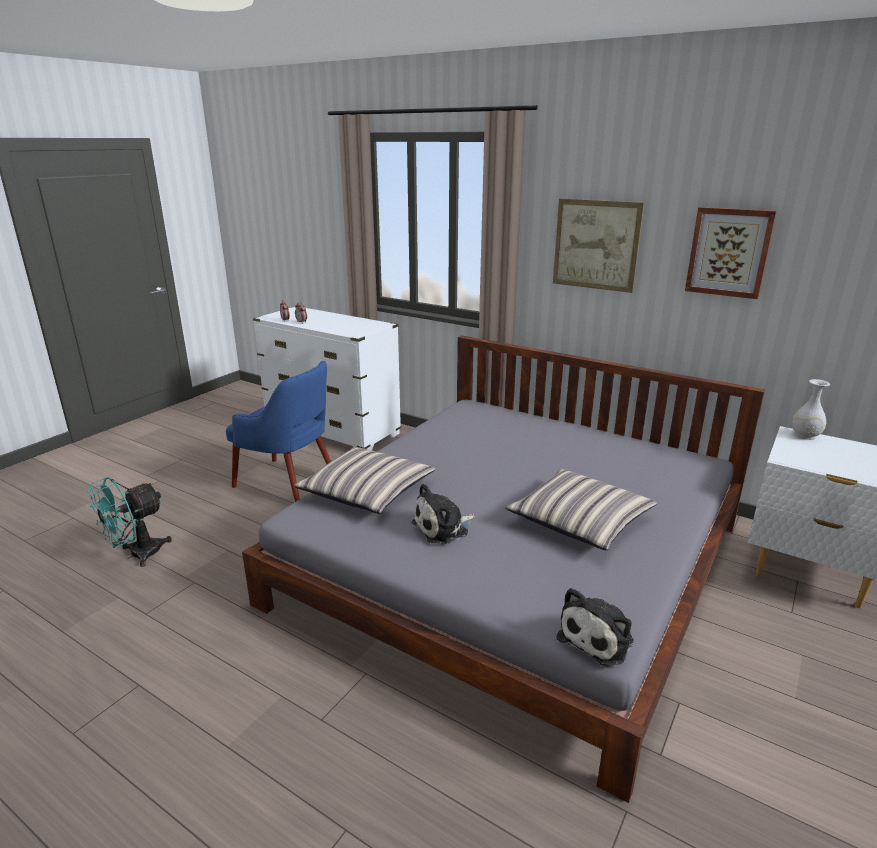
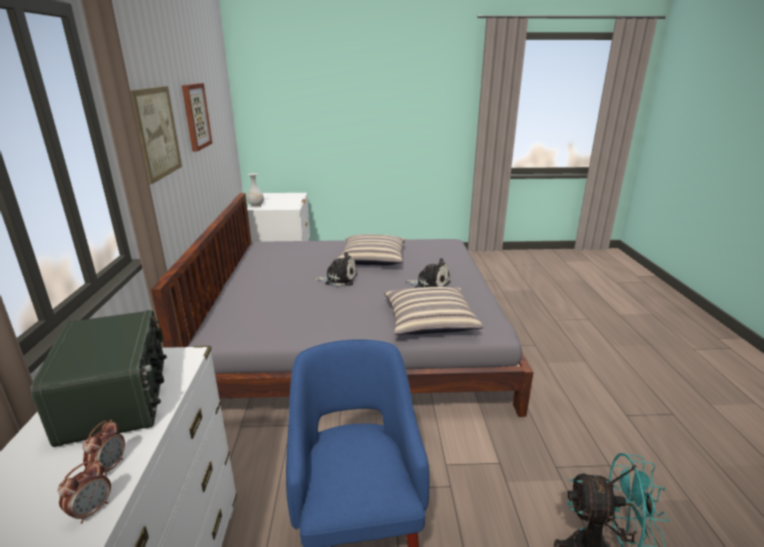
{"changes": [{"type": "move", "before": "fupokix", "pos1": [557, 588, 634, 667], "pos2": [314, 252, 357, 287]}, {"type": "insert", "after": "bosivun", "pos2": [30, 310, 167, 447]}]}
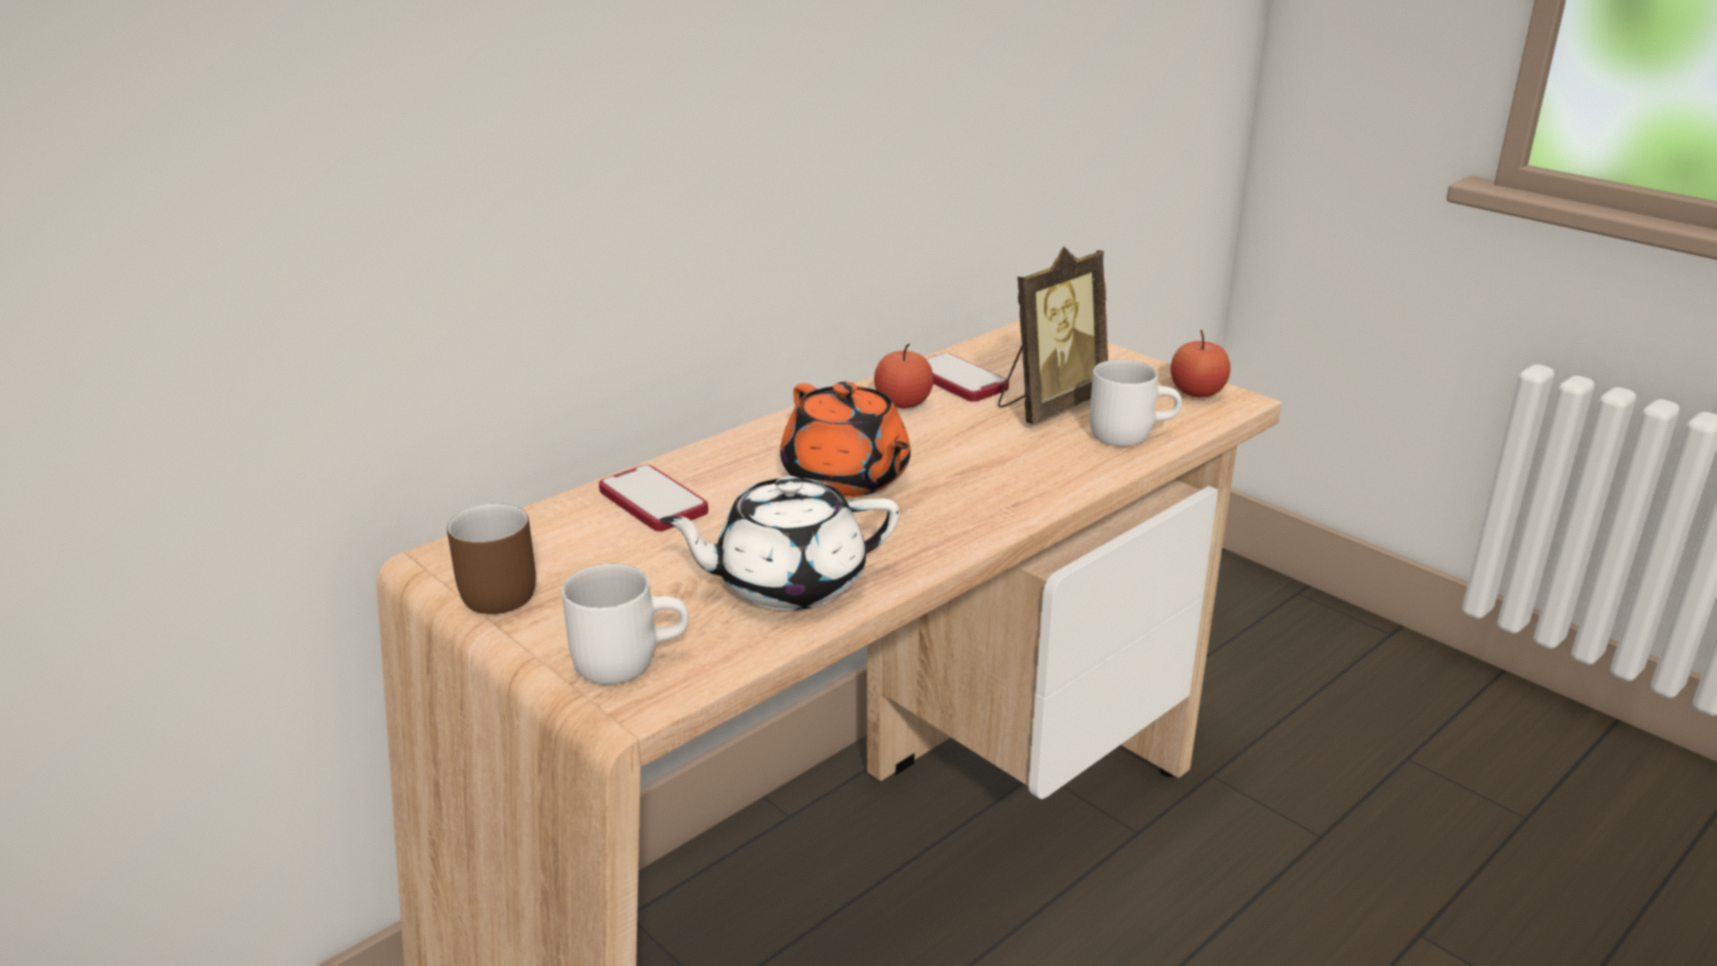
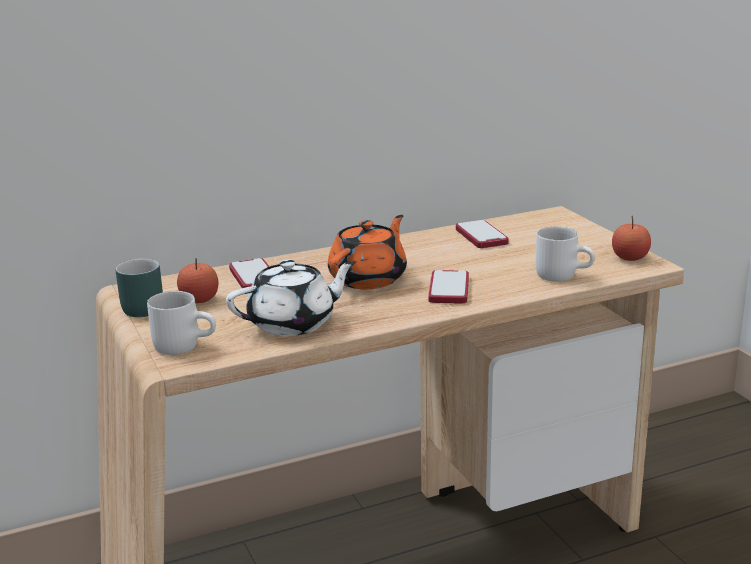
{"changes": [{"type": "recolor", "before": "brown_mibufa", "after": "turquoise_mibufa", "pos1": [447, 503, 536, 614], "pos2": [115, 259, 163, 317]}, {"type": "rotate", "before": "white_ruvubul", "pos1": [659, 476, 900, 610], "pos2": [226, 260, 356, 336], "turn": 150}, {"type": "rotate", "before": "orange_ruvubul", "pos1": [780, 381, 911, 497], "pos2": [328, 215, 407, 289], "turn": -135}, {"type": "move", "before": "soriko", "pos1": [874, 344, 934, 408], "pos2": [177, 258, 218, 303]}, {"type": "delete", "before": "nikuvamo", "pos1": [998, 247, 1108, 424]}, {"type": "insert", "after": "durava", "pos2": [428, 270, 469, 303]}]}
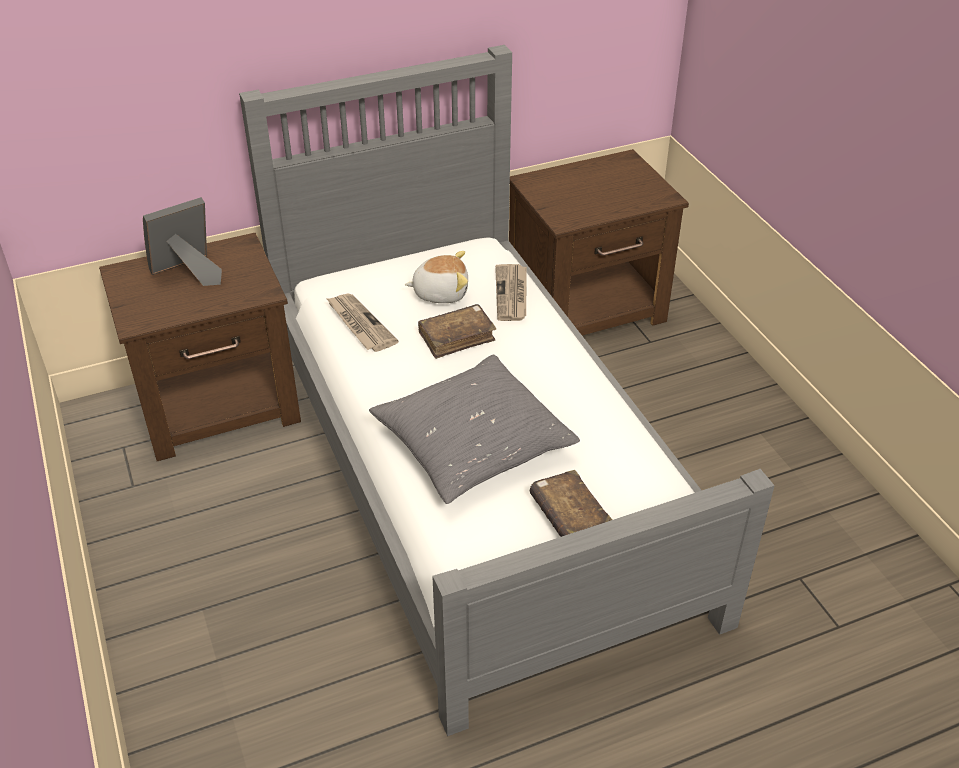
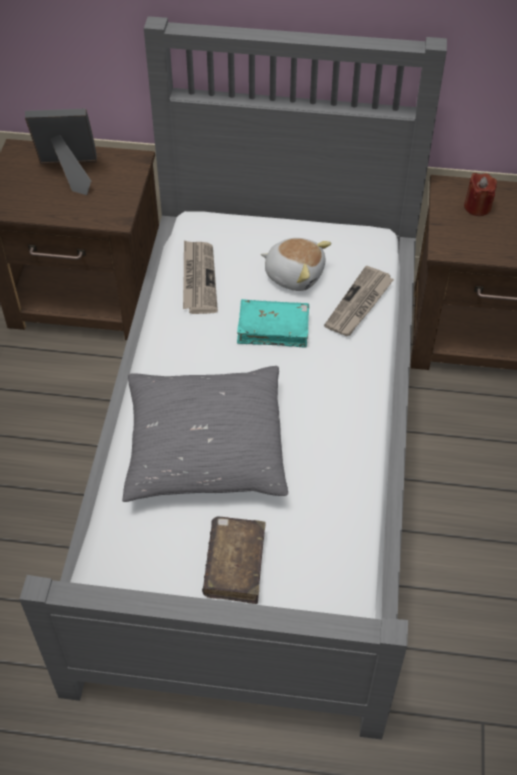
{"changes": [{"type": "recolor", "before": "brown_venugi", "after": "turquoise_venugi", "pos1": [418, 304, 496, 359], "pos2": [237, 299, 309, 348]}, {"type": "insert", "after": "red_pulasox", "pos2": [464, 173, 497, 216]}]}
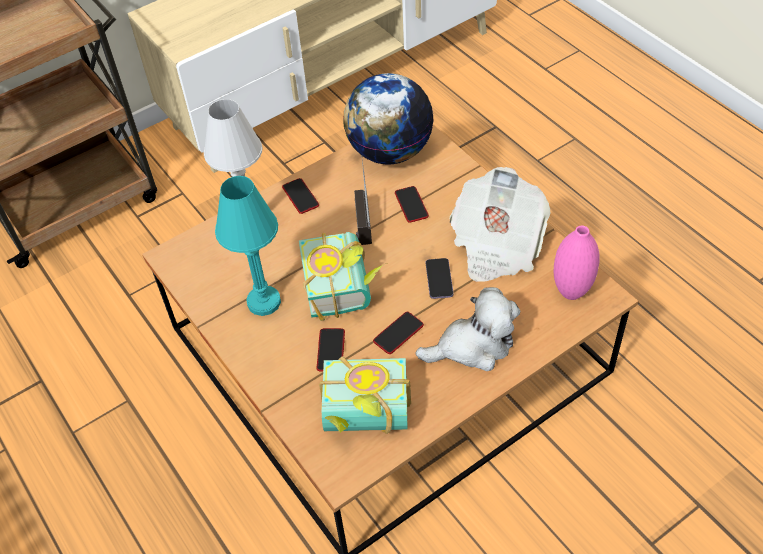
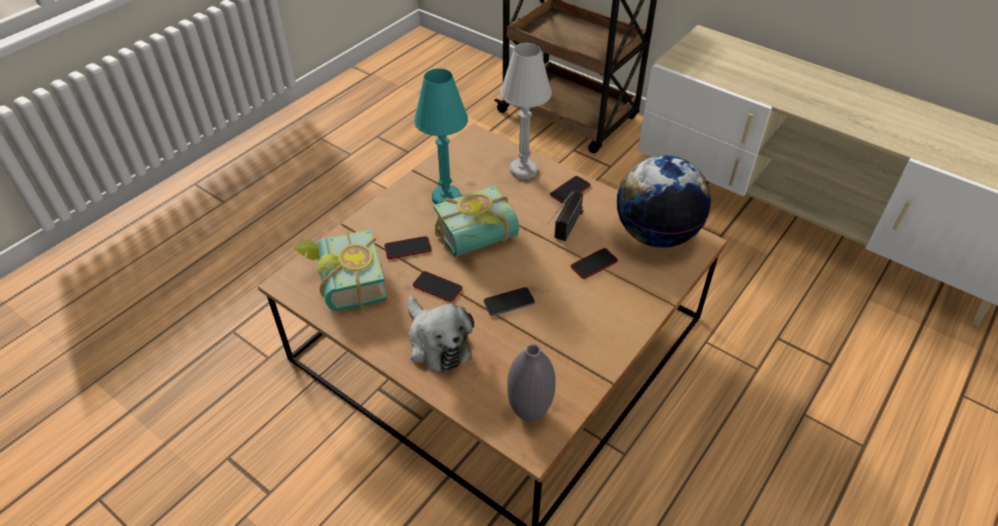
{"changes": [{"type": "rotate", "before": "bosivun", "pos1": [354, 155, 372, 245], "pos2": [548, 191, 583, 241], "turn": 135}, {"type": "delete", "before": "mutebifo", "pos1": [450, 167, 551, 282]}, {"type": "recolor", "before": "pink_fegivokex", "after": "grey_fegivokex", "pos1": [554, 226, 600, 300], "pos2": [507, 344, 556, 422]}]}
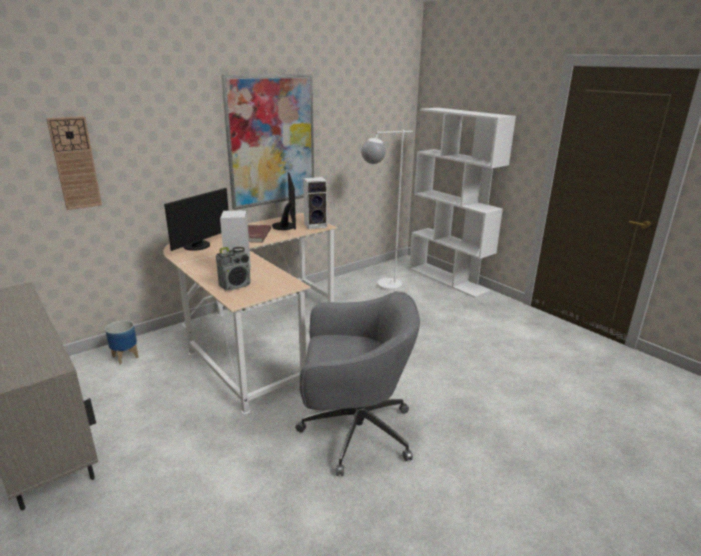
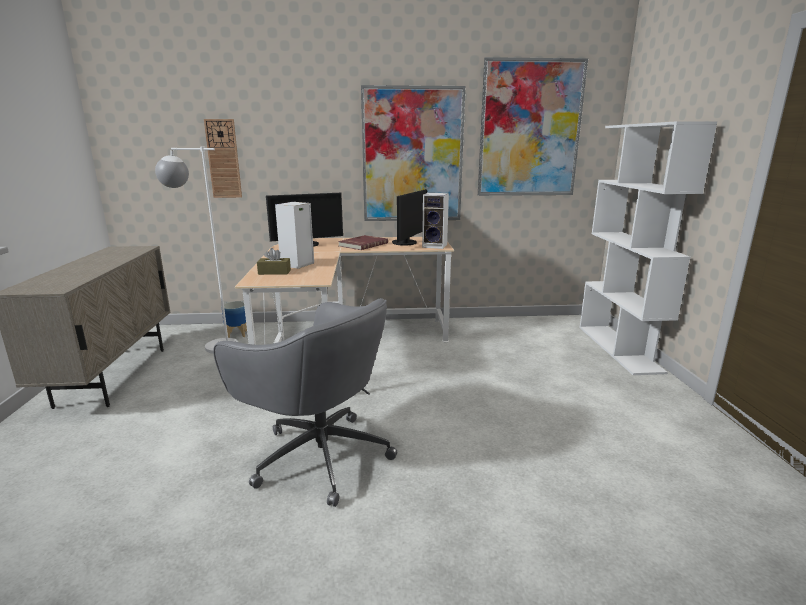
{"changes": [{"type": "replace", "before": "bosivun", "after": "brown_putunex", "pos1": [216, 247, 251, 290], "pos2": [257, 248, 291, 275]}, {"type": "move", "before": "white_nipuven", "pos1": [361, 130, 413, 291], "pos2": [155, 147, 238, 354]}, {"type": "insert", "after": "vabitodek", "pos2": [478, 57, 588, 196]}]}
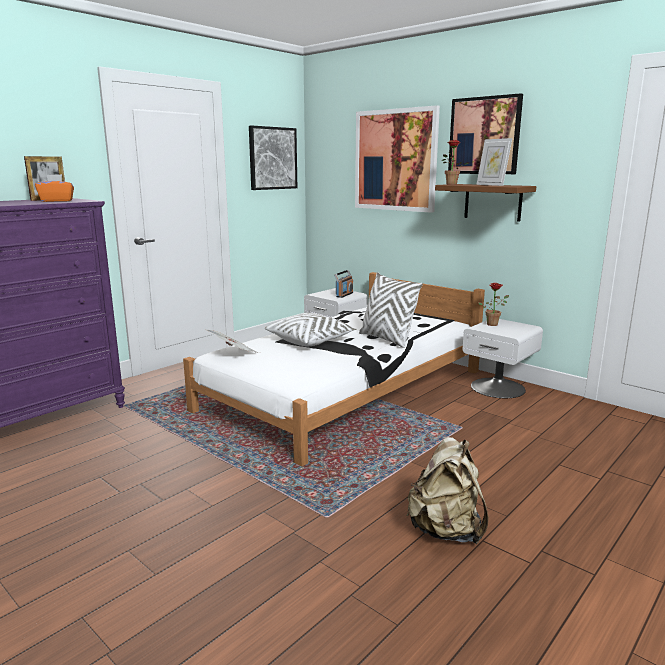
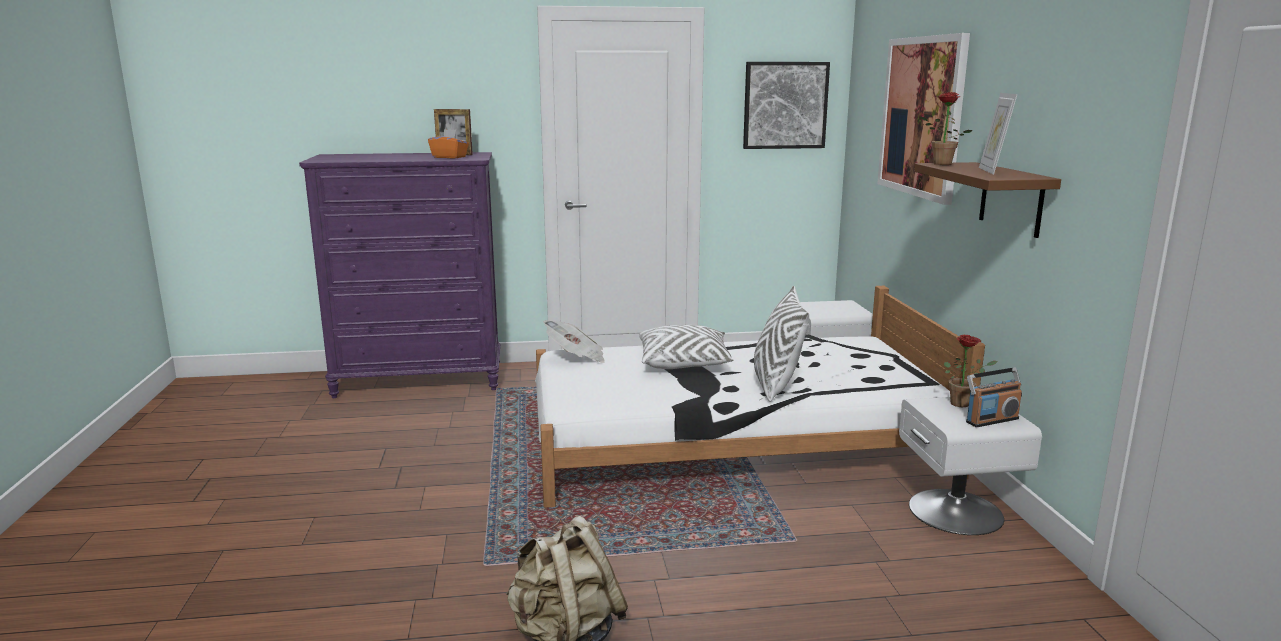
{"changes": [{"type": "move", "before": "bosivun", "pos1": [334, 270, 353, 298], "pos2": [966, 368, 1022, 427]}, {"type": "delete", "before": "vabitodek", "pos1": [448, 93, 523, 174]}]}
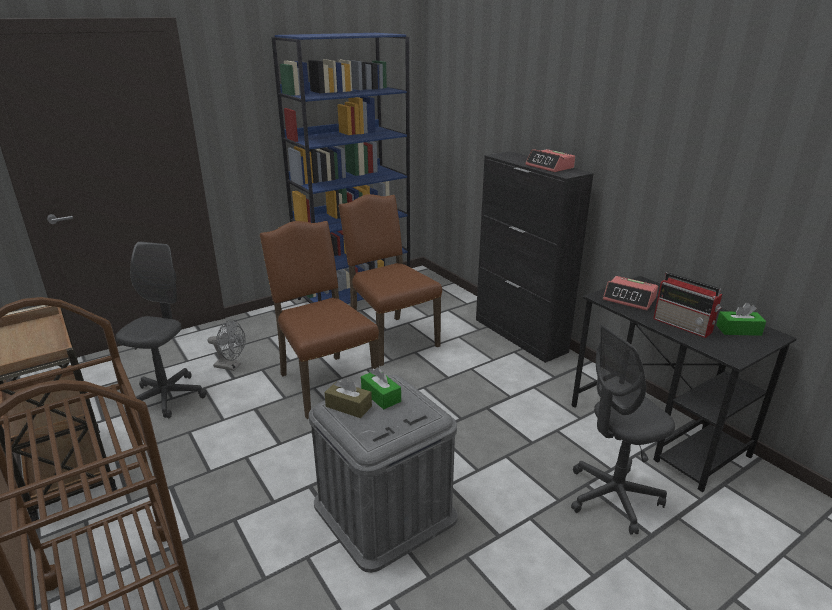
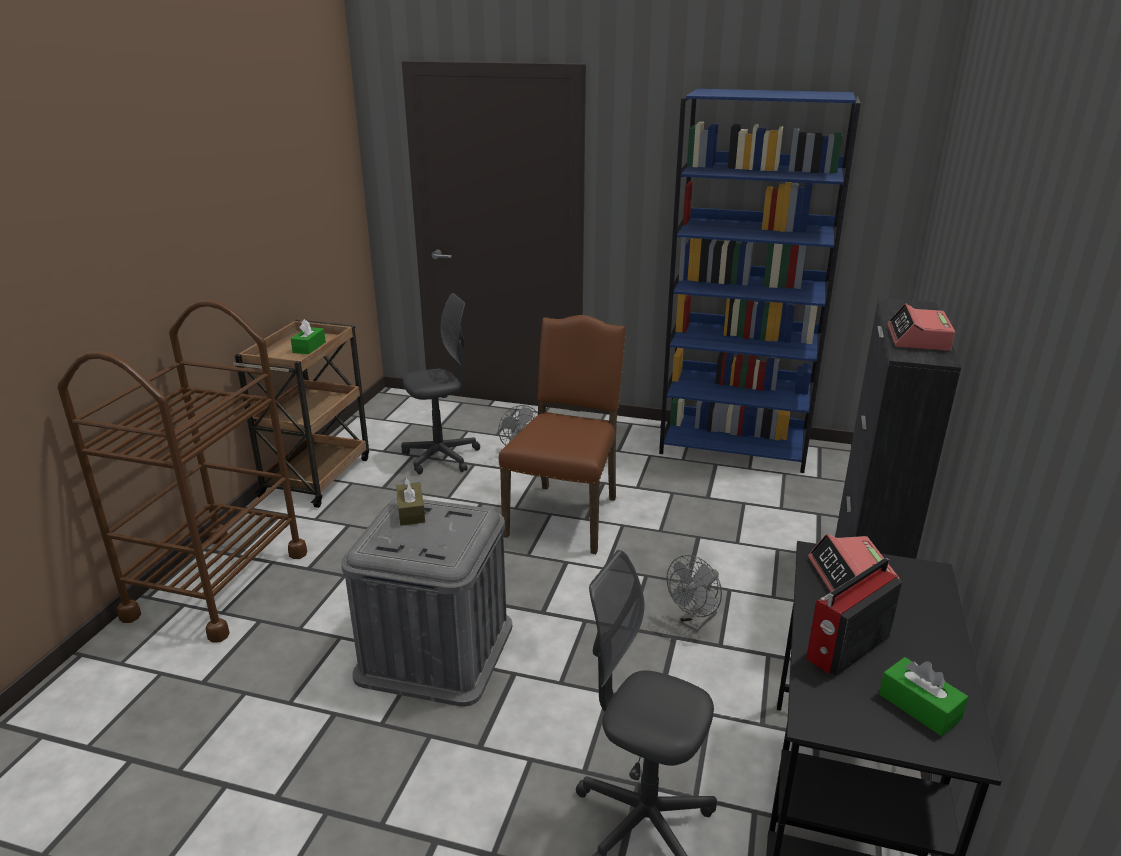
{"changes": [{"type": "delete", "before": "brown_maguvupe", "pos1": [338, 194, 442, 366]}, {"type": "move", "before": "green_putunex", "pos1": [361, 367, 401, 409], "pos2": [291, 319, 326, 354]}, {"type": "rotate", "before": "bosivun", "pos1": [653, 272, 722, 338], "pos2": [806, 558, 902, 676], "turn": 45}, {"type": "insert", "after": "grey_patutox", "pos2": [666, 555, 722, 632]}]}
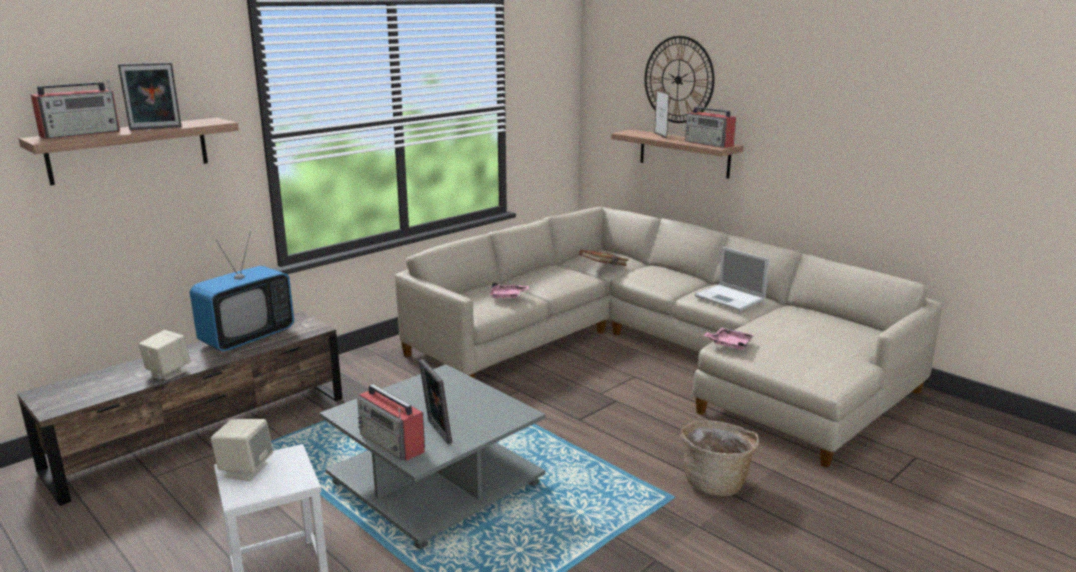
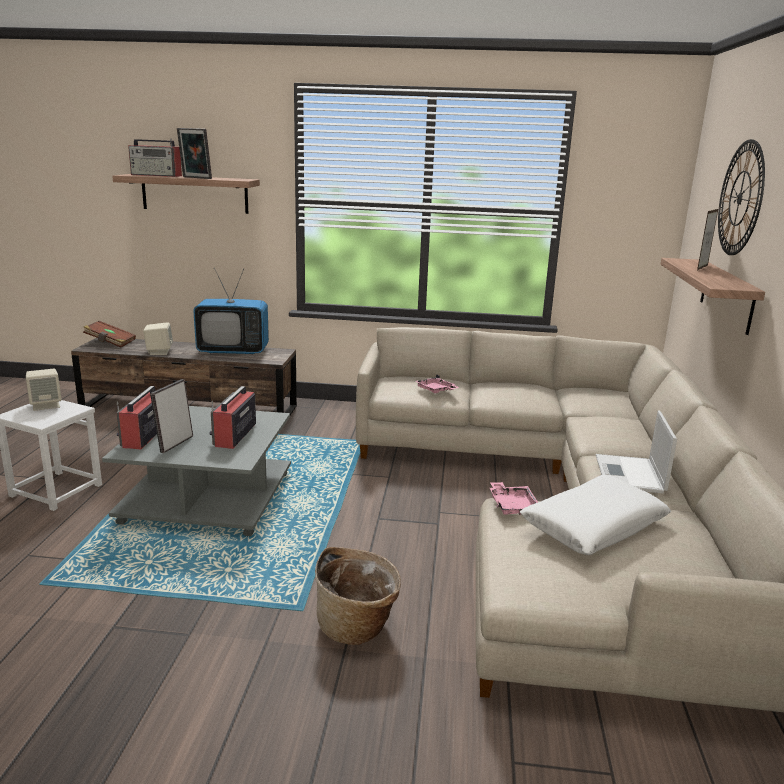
{"changes": [{"type": "move", "before": "brown_venugi", "pos1": [579, 250, 628, 266], "pos2": [83, 321, 136, 348]}, {"type": "move", "before": "bosivun", "pos1": [685, 107, 736, 148], "pos2": [209, 386, 256, 449]}, {"type": "insert", "after": "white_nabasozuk", "pos2": [520, 475, 671, 555]}]}
